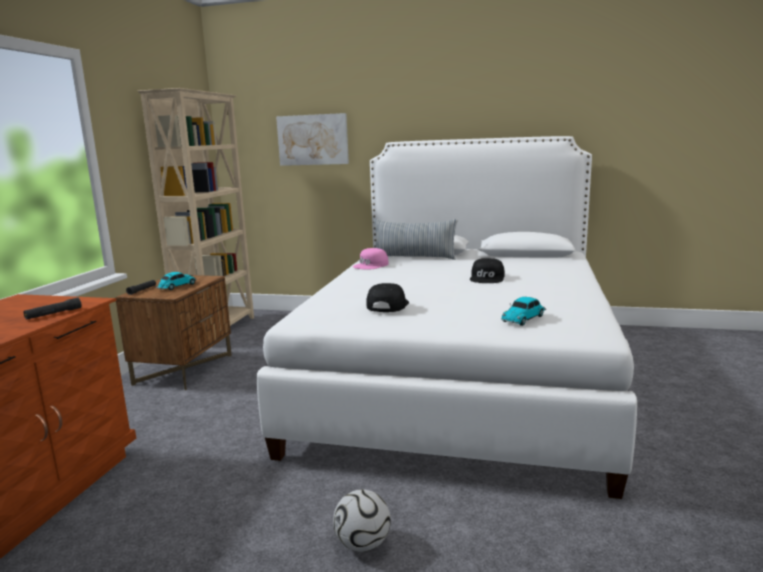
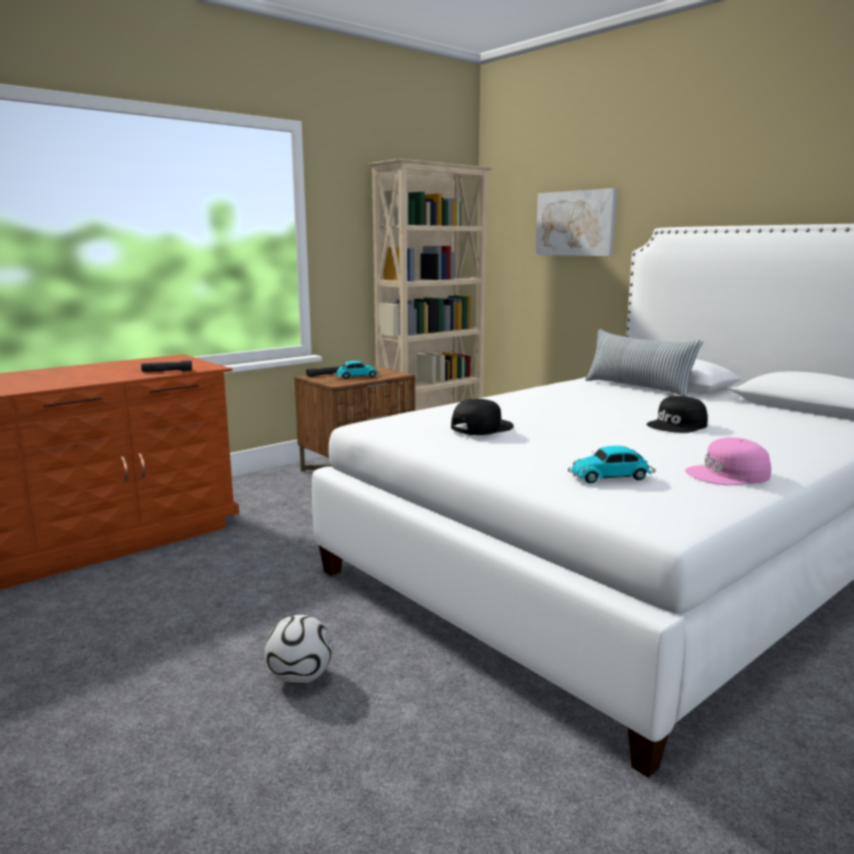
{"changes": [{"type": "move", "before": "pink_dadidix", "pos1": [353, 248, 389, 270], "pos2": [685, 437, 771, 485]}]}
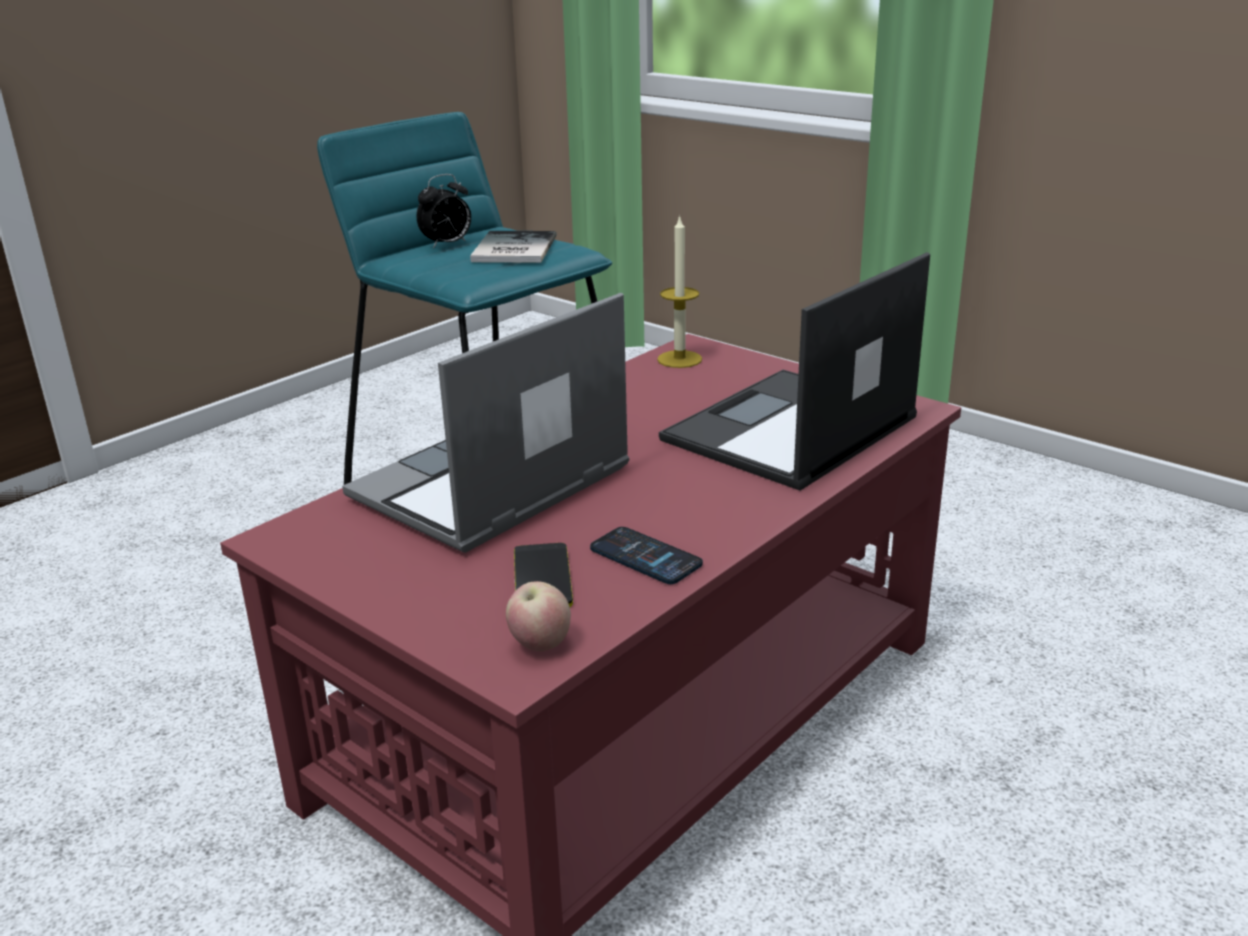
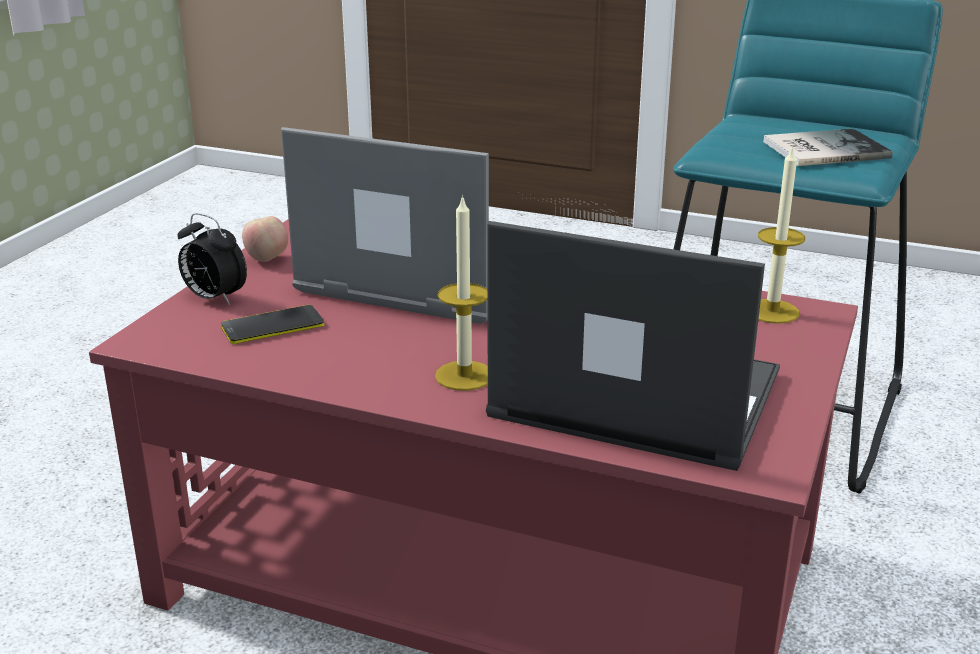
{"changes": [{"type": "move", "before": "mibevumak", "pos1": [417, 174, 471, 249], "pos2": [178, 213, 247, 305]}, {"type": "move", "before": "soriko", "pos1": [506, 581, 571, 651], "pos2": [242, 216, 288, 262]}, {"type": "delete", "before": "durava", "pos1": [590, 527, 703, 584]}, {"type": "insert", "after": "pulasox", "pos2": [435, 194, 488, 391]}]}
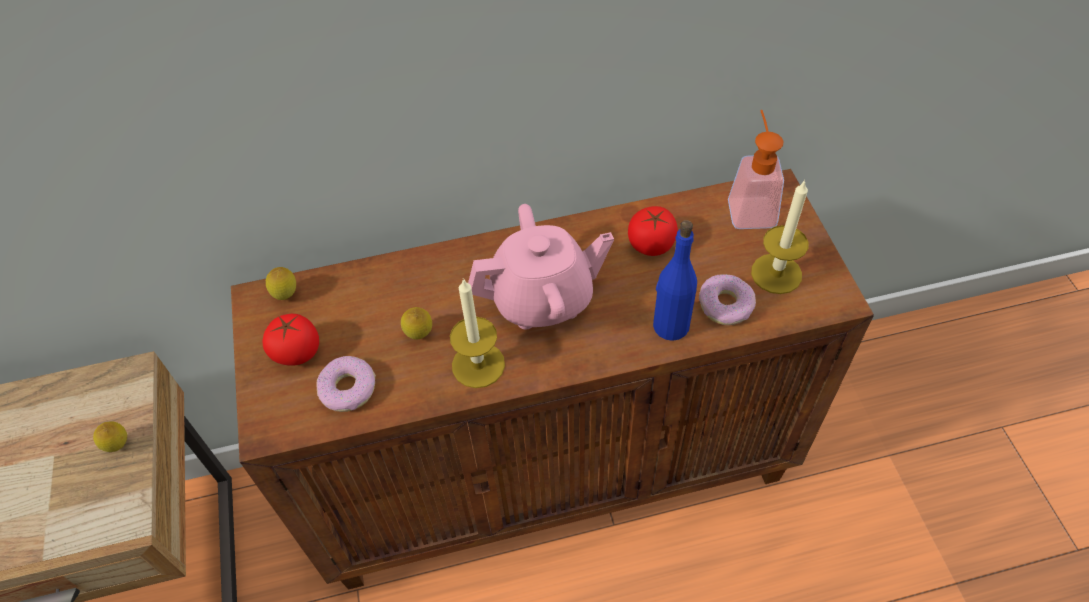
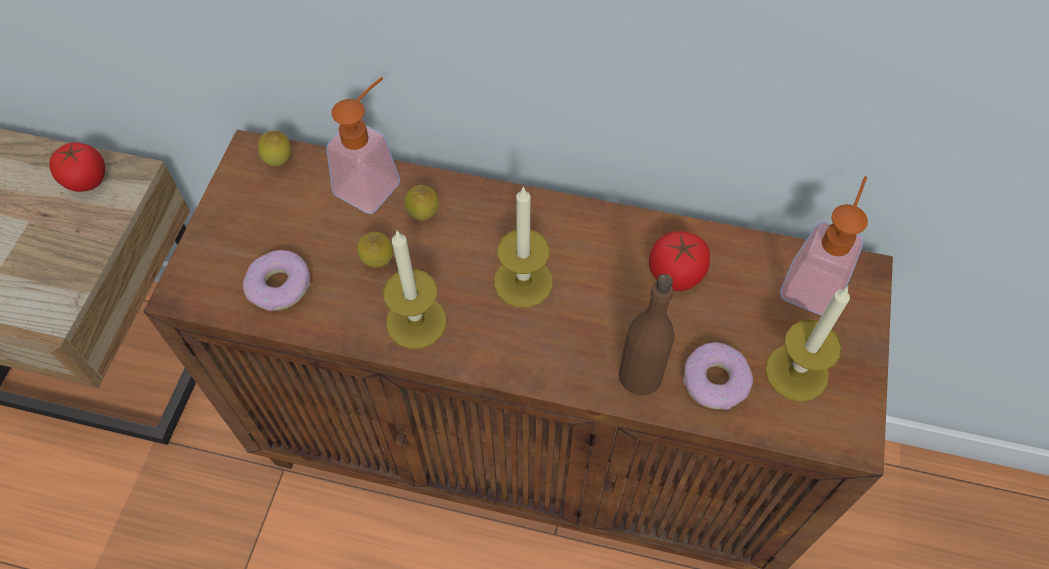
{"changes": [{"type": "move", "before": "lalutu", "pos1": [93, 421, 127, 452], "pos2": [405, 185, 439, 221]}, {"type": "move", "before": "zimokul", "pos1": [262, 314, 319, 366], "pos2": [49, 142, 105, 192]}, {"type": "replace", "before": "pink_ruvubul", "after": "pulasox", "pos1": [468, 204, 614, 329], "pos2": [494, 186, 553, 308]}, {"type": "recolor", "before": "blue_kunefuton", "after": "brown_kunefuton", "pos1": [653, 220, 697, 341], "pos2": [619, 274, 675, 395]}, {"type": "insert", "after": "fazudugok", "pos2": [326, 77, 400, 214]}]}
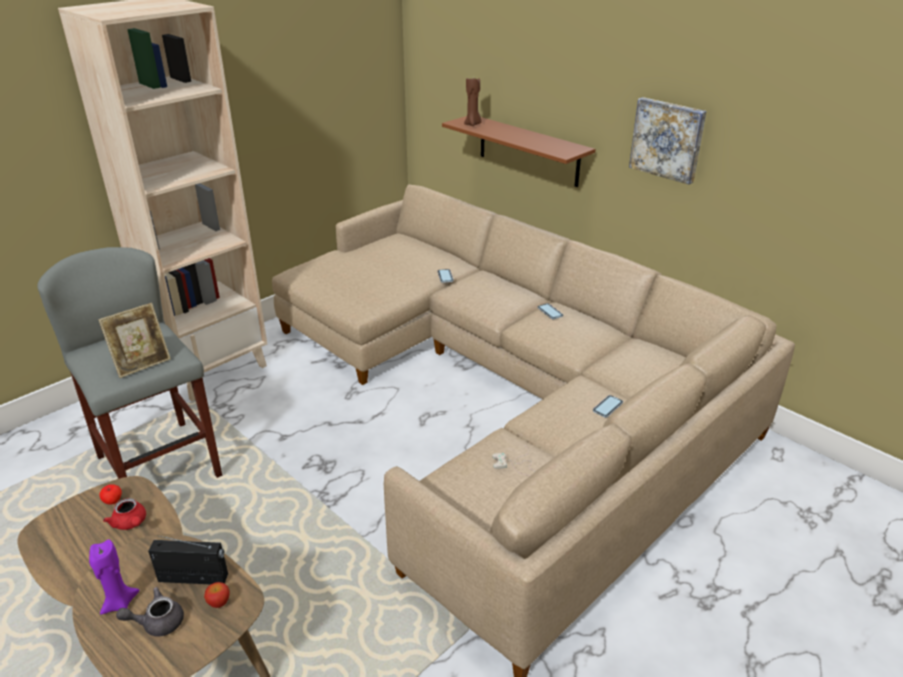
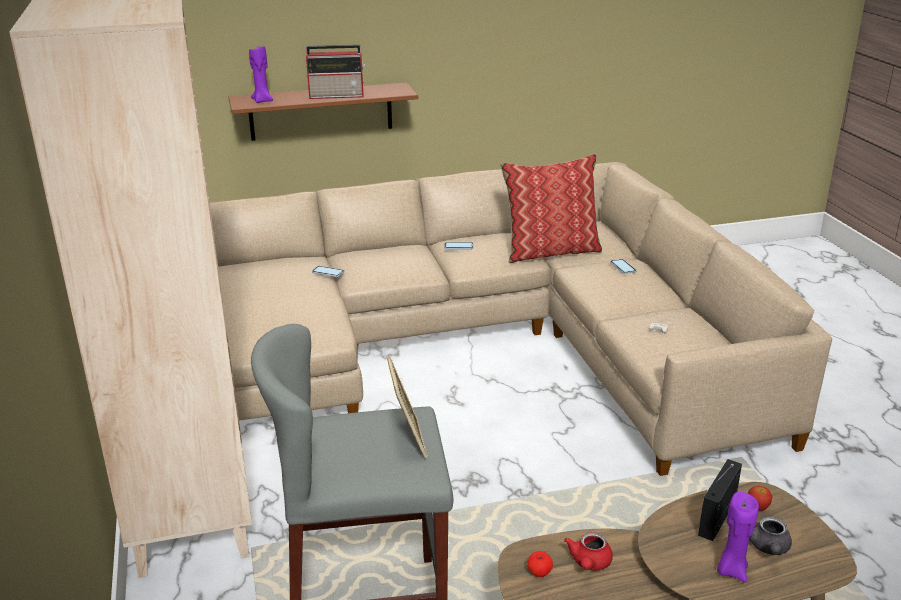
{"changes": [{"type": "rotate", "before": "red_ruvubul", "pos1": [103, 498, 146, 530], "pos2": [564, 532, 613, 570], "turn": 120}, {"type": "recolor", "before": "brown_pulasox", "after": "purple_pulasox", "pos1": [464, 78, 482, 126], "pos2": [249, 46, 273, 103]}, {"type": "delete", "before": "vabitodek", "pos1": [629, 97, 707, 185]}, {"type": "insert", "after": "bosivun", "pos2": [306, 45, 365, 99]}, {"type": "insert", "after": "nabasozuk", "pos2": [500, 153, 602, 263]}]}
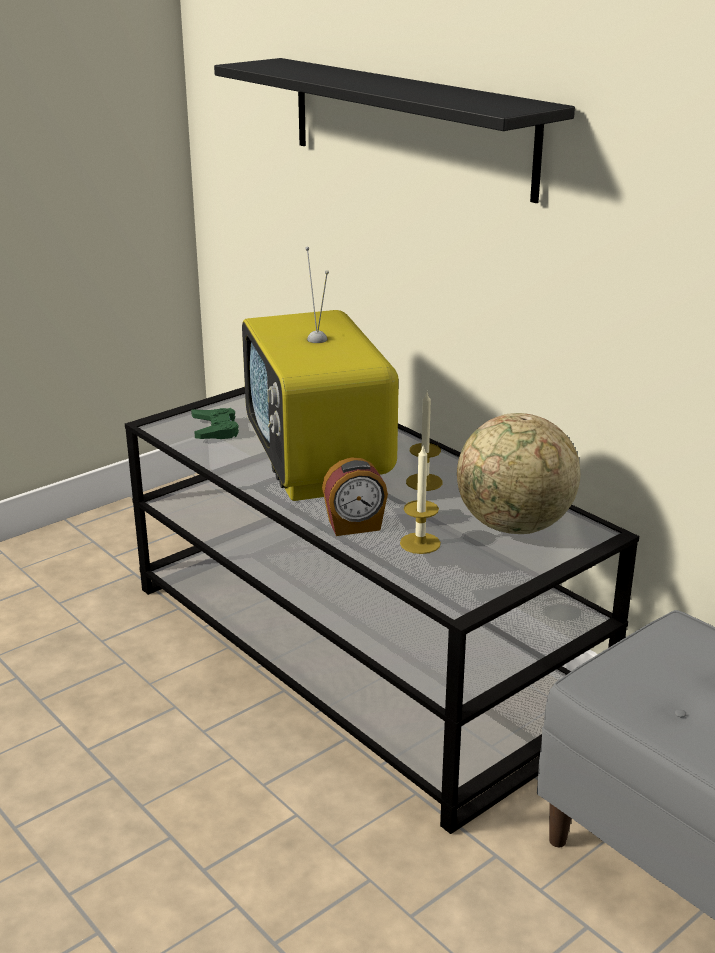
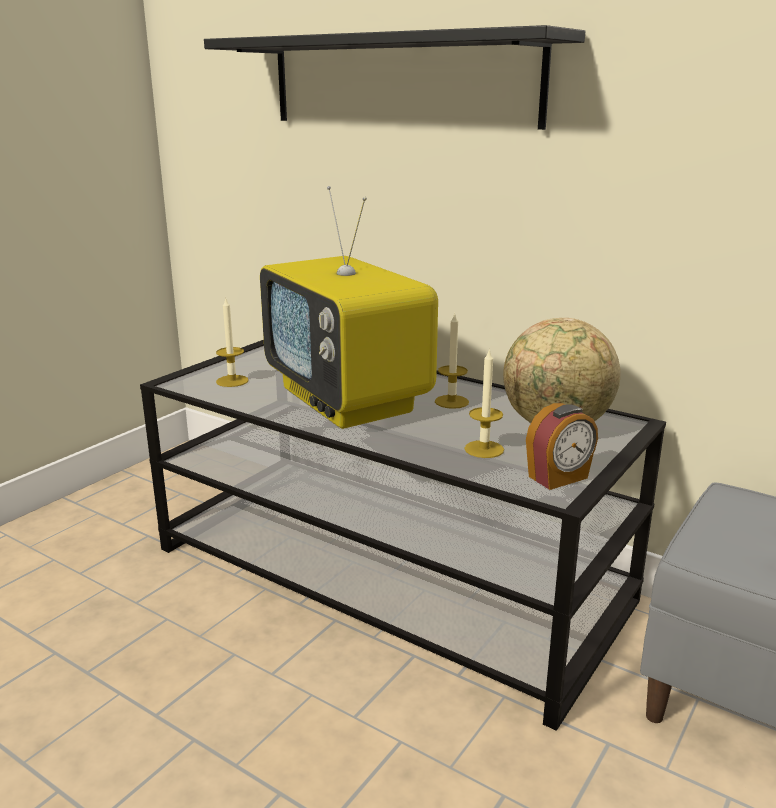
{"changes": [{"type": "replace", "before": "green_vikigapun", "after": "pulasox", "pos1": [191, 408, 239, 439], "pos2": [216, 299, 249, 387]}, {"type": "move", "before": "mibevumak", "pos1": [322, 457, 388, 536], "pos2": [526, 403, 598, 490]}]}
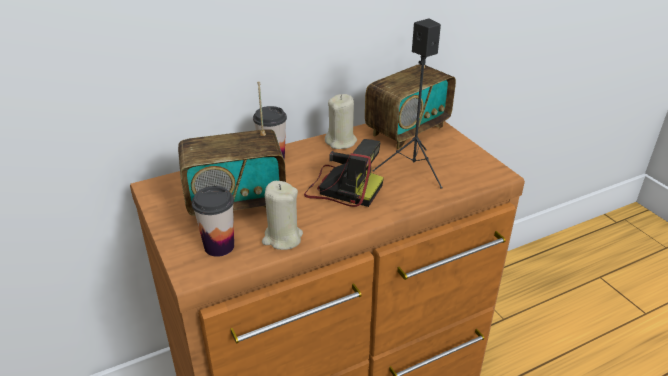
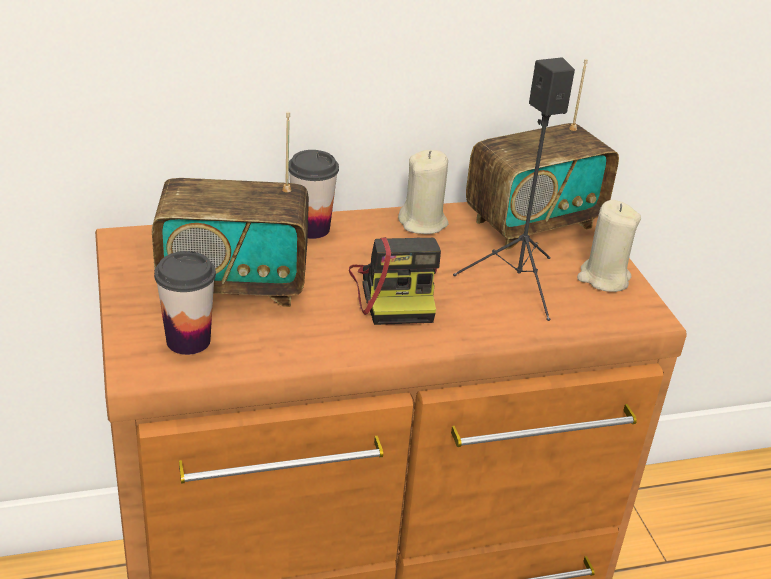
{"changes": [{"type": "move", "before": "beige_pulasox", "pos1": [262, 181, 303, 250], "pos2": [577, 200, 641, 292]}, {"type": "rotate", "before": "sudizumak", "pos1": [304, 139, 384, 207], "pos2": [349, 237, 441, 325], "turn": 45}]}
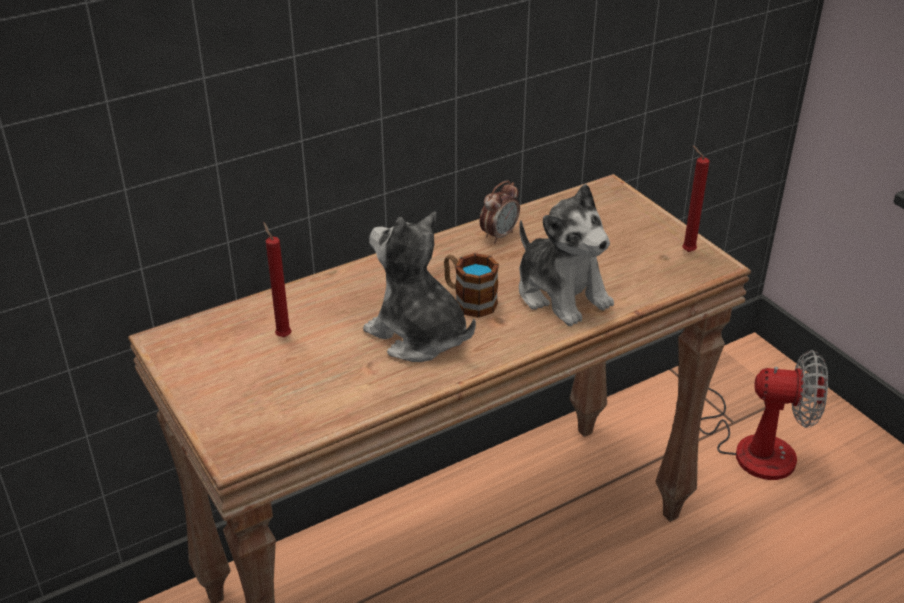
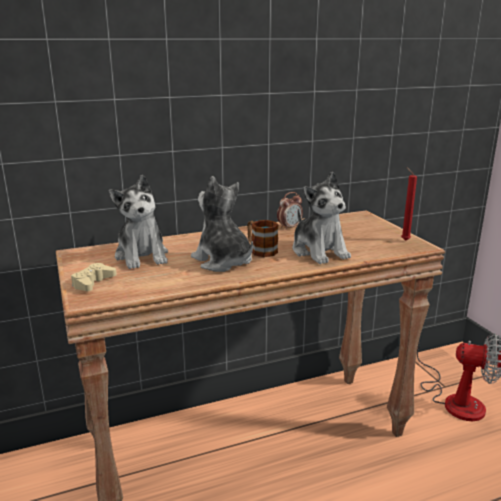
{"changes": [{"type": "replace", "before": "red_pulasox", "after": "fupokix", "pos1": [264, 223, 292, 337], "pos2": [109, 175, 168, 269]}, {"type": "insert", "after": "beige_vikigapun", "pos2": [71, 263, 117, 291]}]}
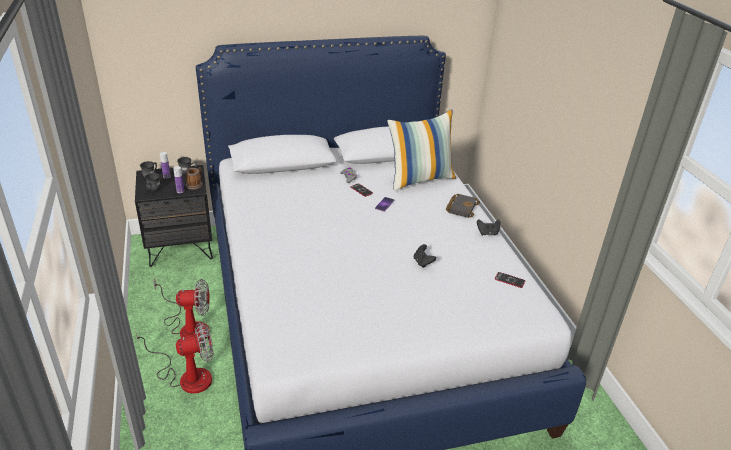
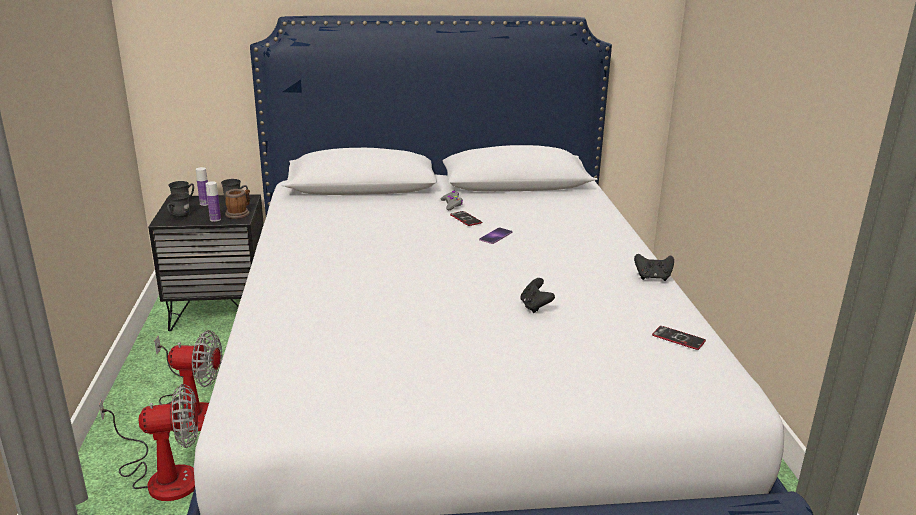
{"changes": [{"type": "delete", "before": "nabasozuk", "pos1": [387, 110, 456, 191]}, {"type": "delete", "before": "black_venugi", "pos1": [446, 194, 480, 218]}]}
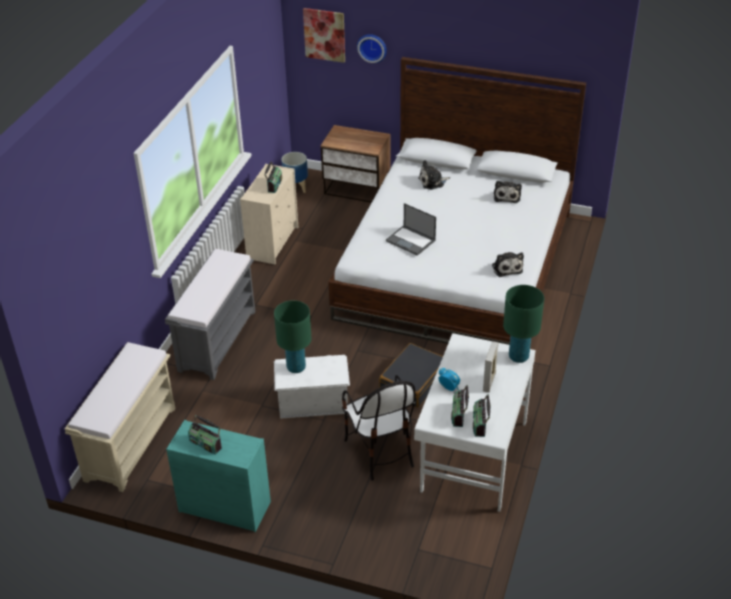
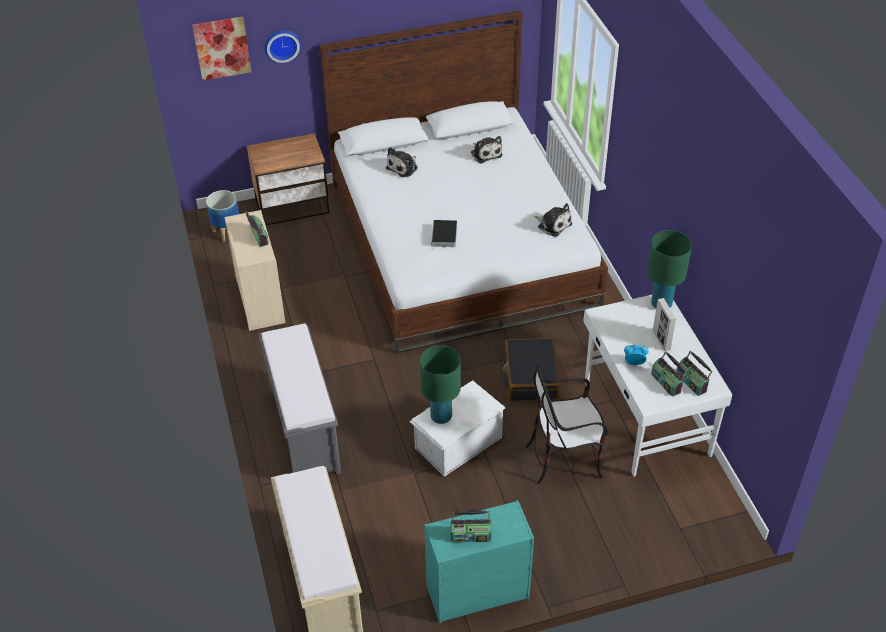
{"changes": [{"type": "rotate", "before": "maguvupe", "pos1": [342, 375, 415, 481], "pos2": [525, 365, 608, 484], "turn": 135}, {"type": "replace", "before": "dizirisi", "after": "venugi", "pos1": [386, 203, 436, 256], "pos2": [431, 220, 457, 251]}]}
